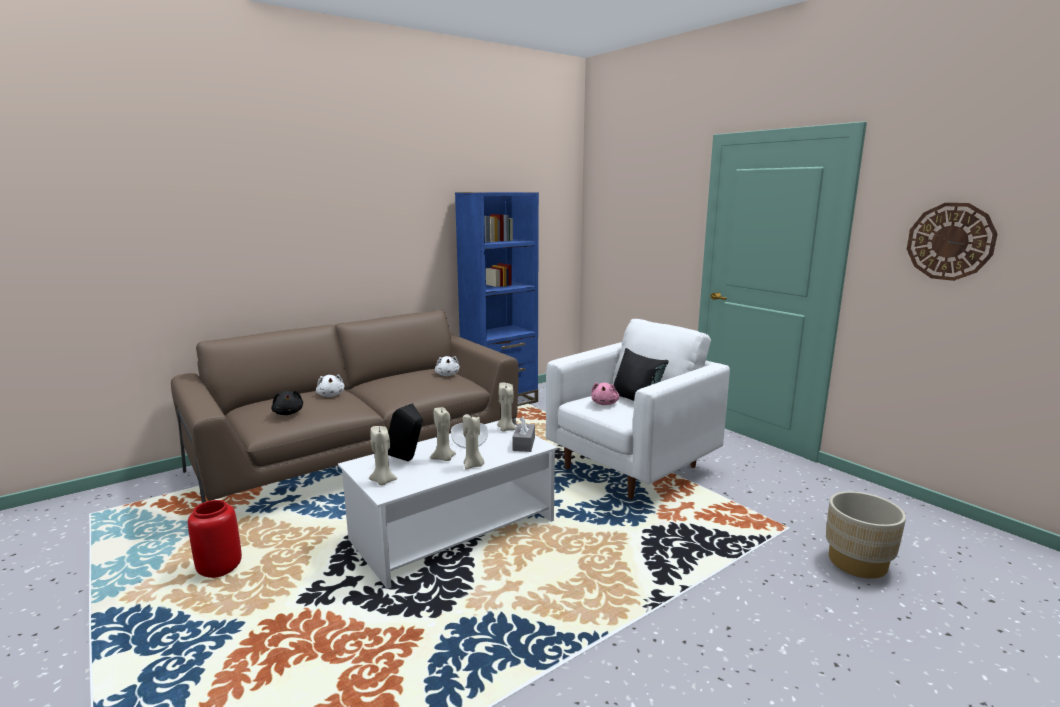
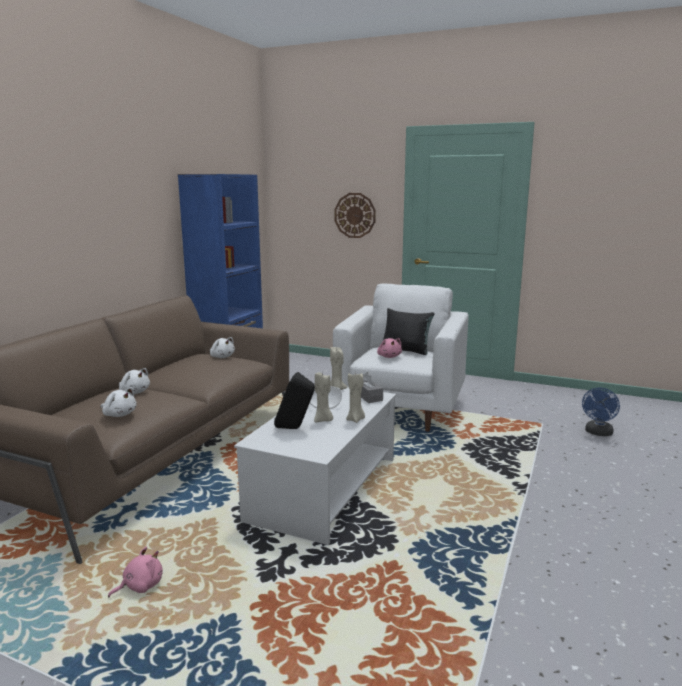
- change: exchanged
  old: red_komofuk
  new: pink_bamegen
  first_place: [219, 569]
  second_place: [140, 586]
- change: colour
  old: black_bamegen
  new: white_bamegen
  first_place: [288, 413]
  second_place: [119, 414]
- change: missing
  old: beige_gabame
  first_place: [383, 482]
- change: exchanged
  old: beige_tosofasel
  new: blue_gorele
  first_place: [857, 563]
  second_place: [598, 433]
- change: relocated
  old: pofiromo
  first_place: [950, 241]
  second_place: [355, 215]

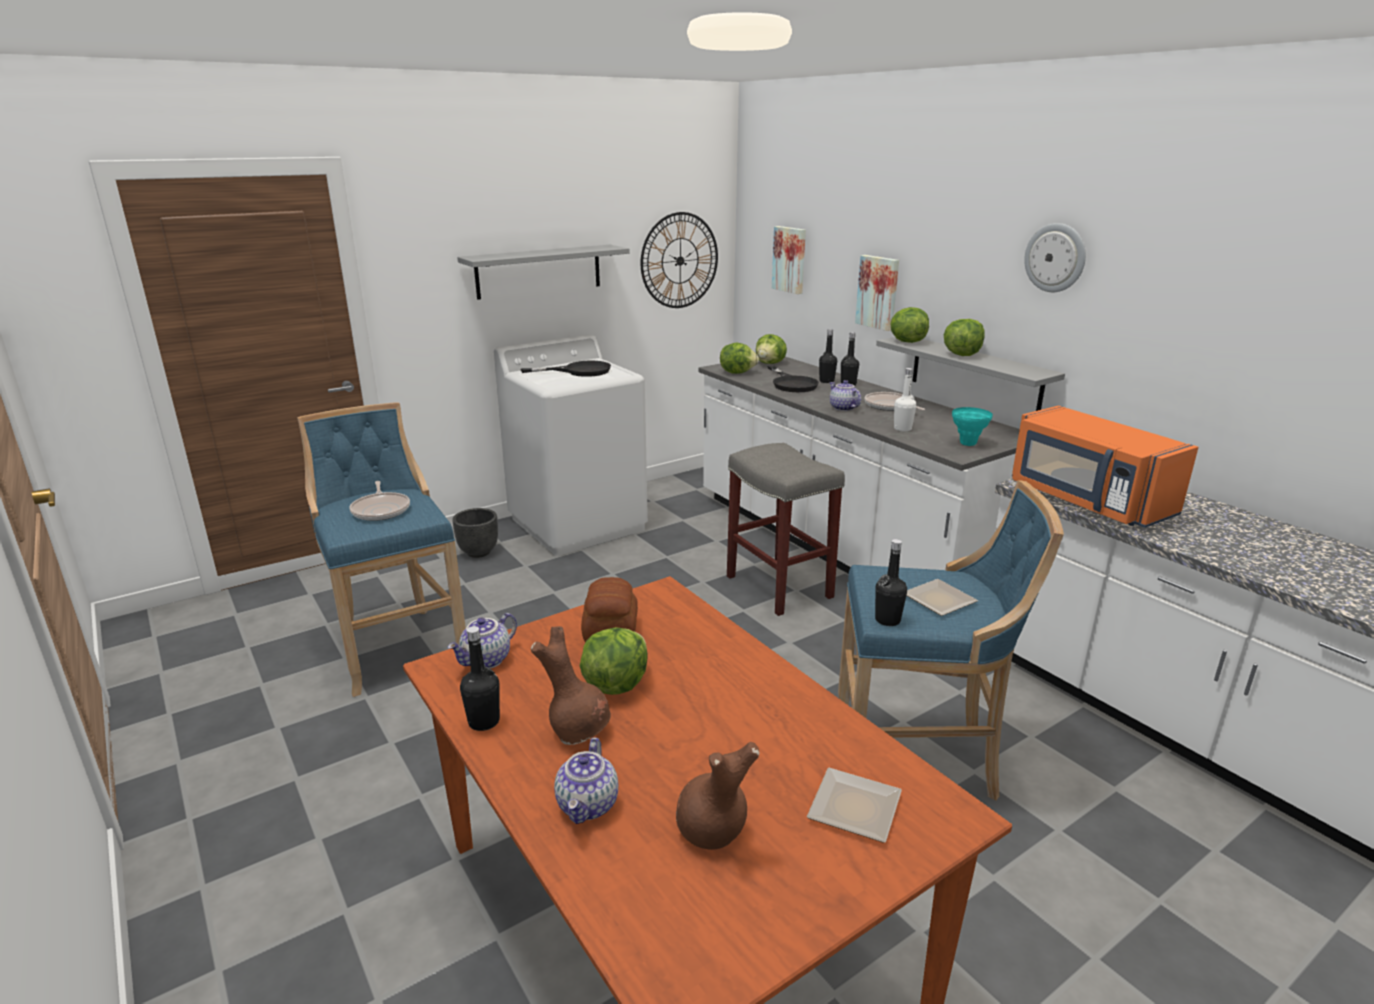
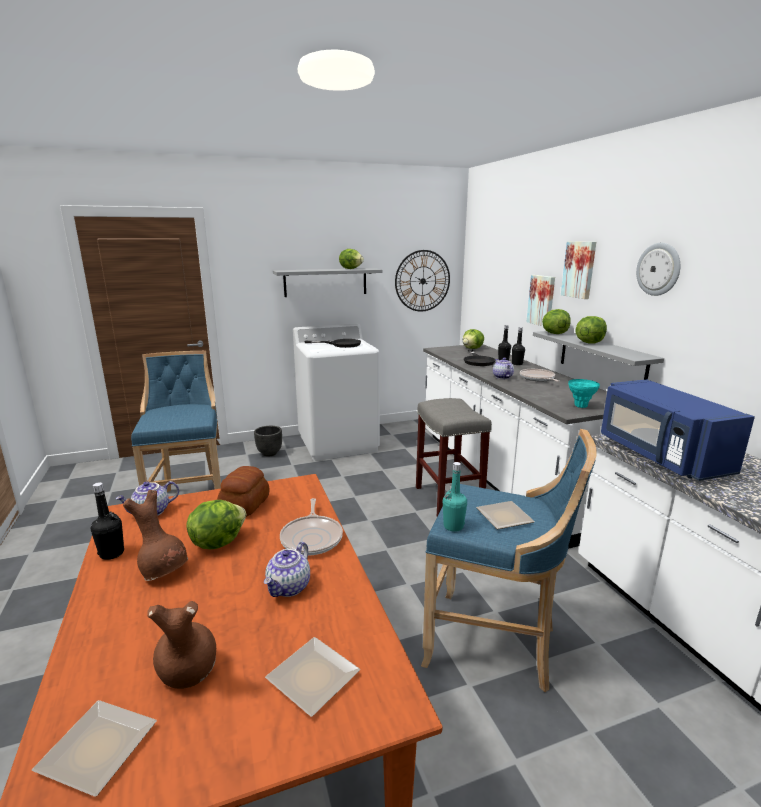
- change: relocated
  old: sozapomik
  first_place: [381, 510]
  second_place: [312, 537]
- change: relocated
  old: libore
  first_place: [588, 805]
  second_place: [289, 587]
- change: relocated
  old: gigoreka
  first_place: [737, 372]
  second_place: [351, 269]
- change: relocated
  old: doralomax
  first_place: [790, 259]
  second_place: [579, 269]
- change: colour
  old: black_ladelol
  new: turquoise_ladelol
  first_place: [887, 620]
  second_place: [453, 526]
- change: missing
  old: white_ladelol
  first_place: [902, 429]
- change: colour
  old: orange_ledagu
  new: blue_ledagu
  first_place: [1087, 501]
  second_place: [659, 455]
- change: appeared
  new: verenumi
  second_place: [94, 751]

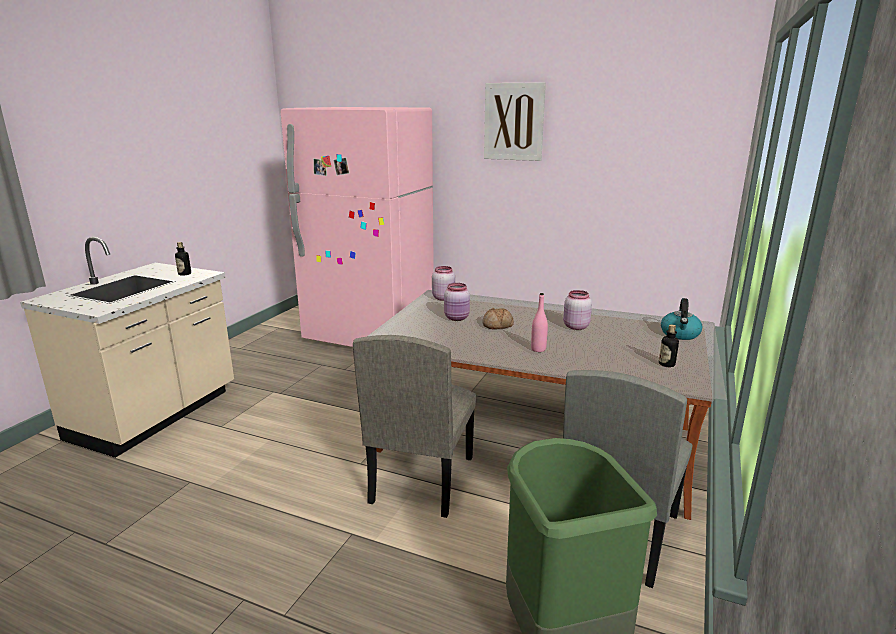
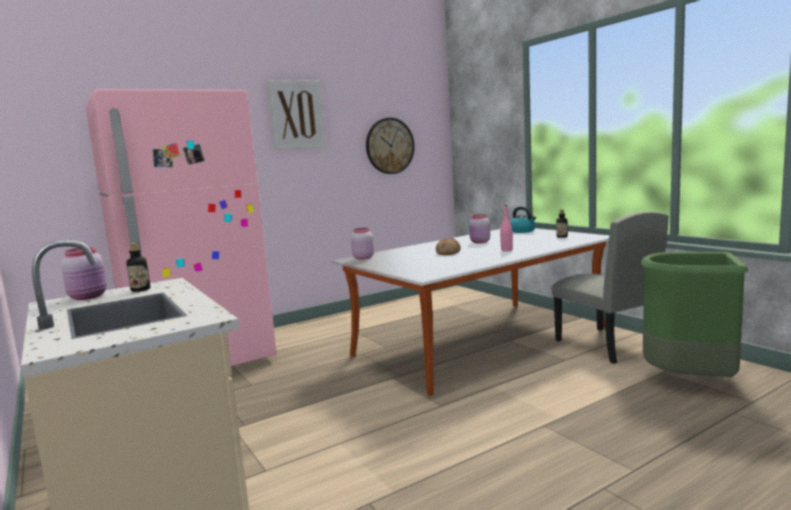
- change: missing
  old: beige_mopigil
  first_place: [421, 479]
- change: relocated
  old: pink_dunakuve
  first_place: [457, 318]
  second_place: [89, 296]
- change: appeared
  new: pofiromo
  second_place: [389, 146]

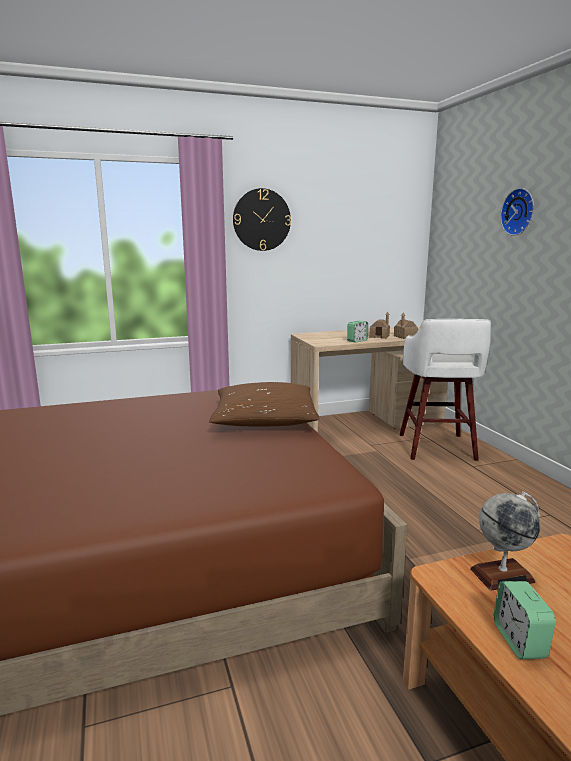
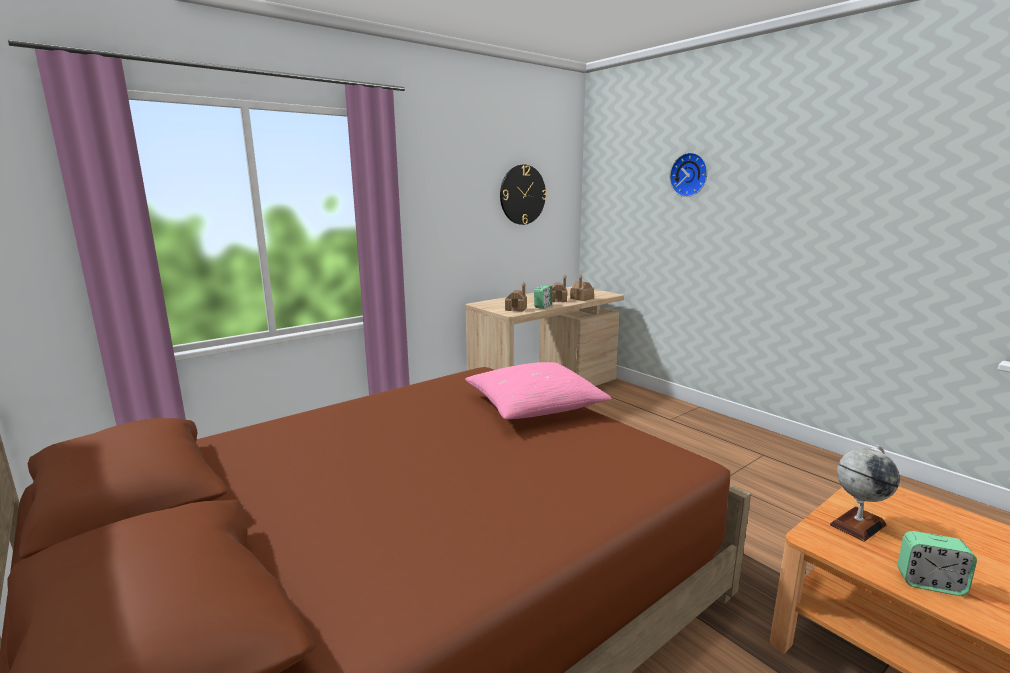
- change: colour
  old: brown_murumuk
  new: pink_murumuk
  first_place: [264, 419]
  second_place: [534, 405]
- change: relocated
  old: pofiromo
  first_place: [261, 220]
  second_place: [522, 195]
- change: missing
  old: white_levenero
  first_place: [437, 448]
- change: spun
  old: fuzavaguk
  first_place: [519, 641]
  second_place: [930, 583]
  degrees: -45
- change: appeared
  new: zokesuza
  second_place: [516, 309]

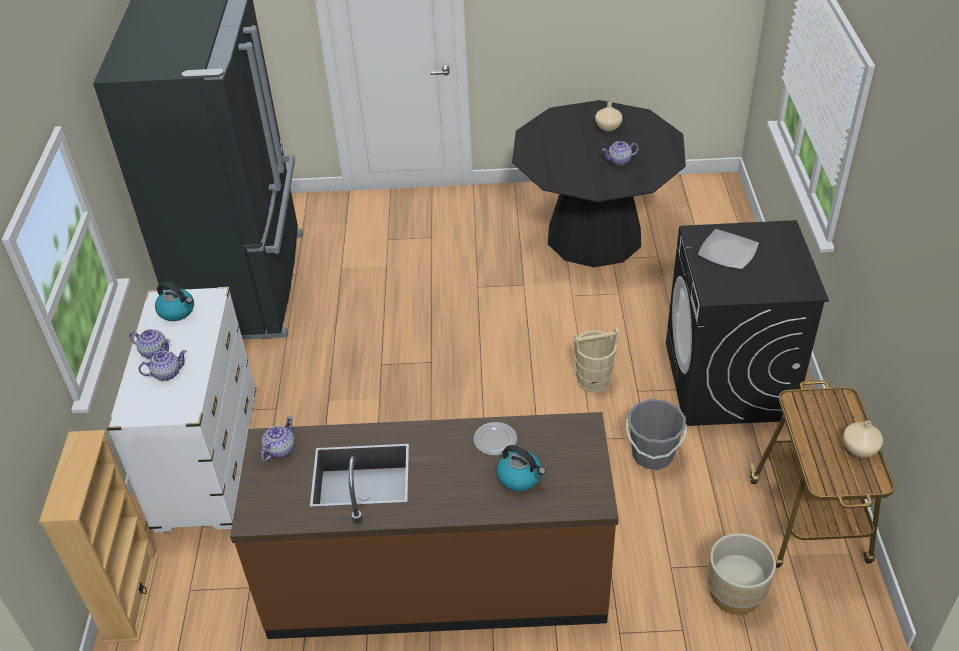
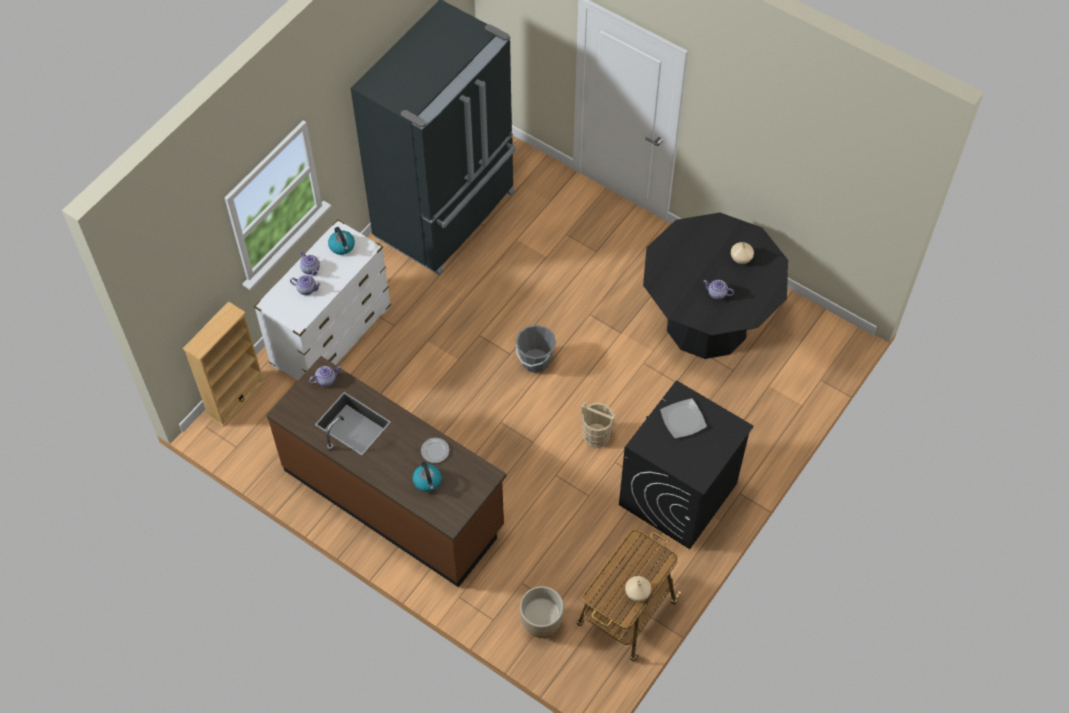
- change: relocated
  old: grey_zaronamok
  first_place: [652, 455]
  second_place: [535, 361]

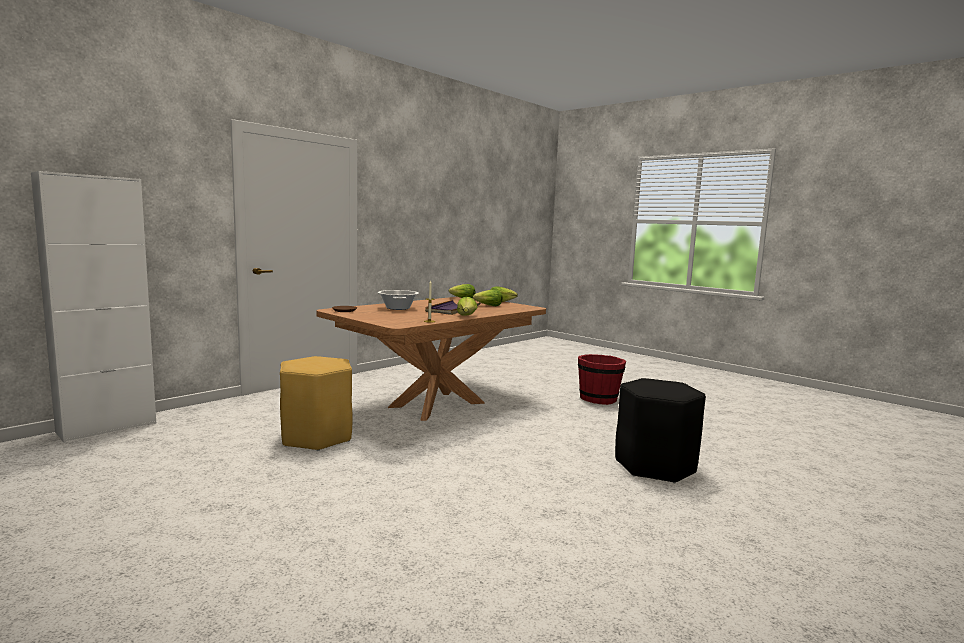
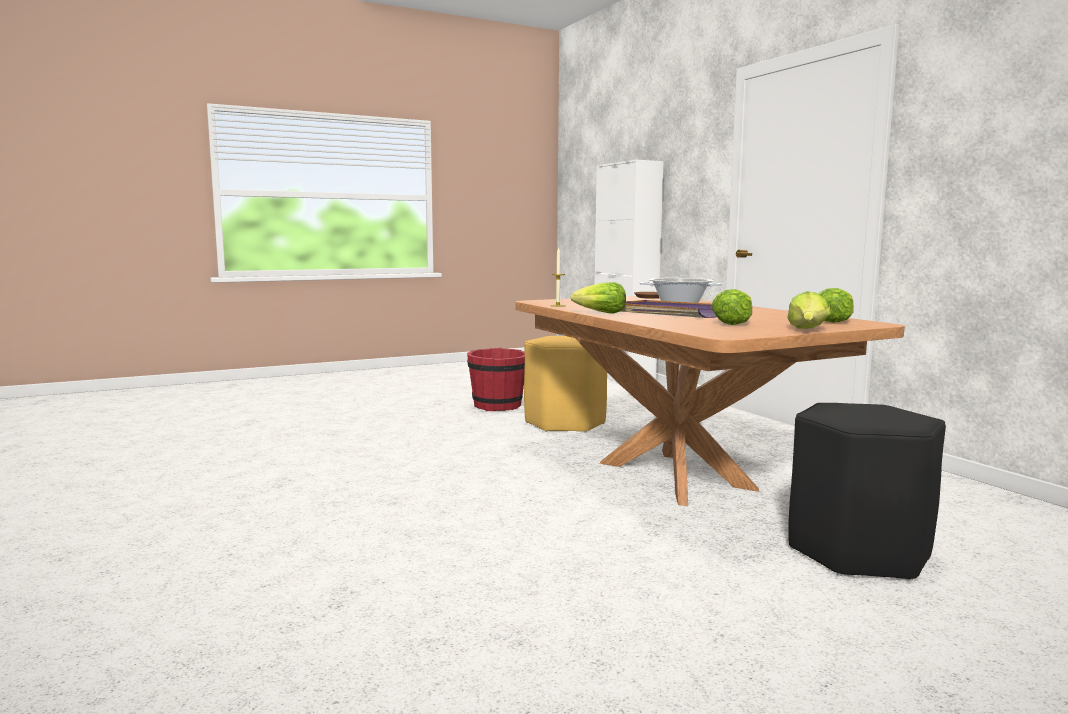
- change: relocated
  old: red_zaronamok
  first_place: [598, 399]
  second_place: [497, 406]
- change: relocated
  old: black_levenero
  first_place: [655, 466]
  second_place: [857, 552]

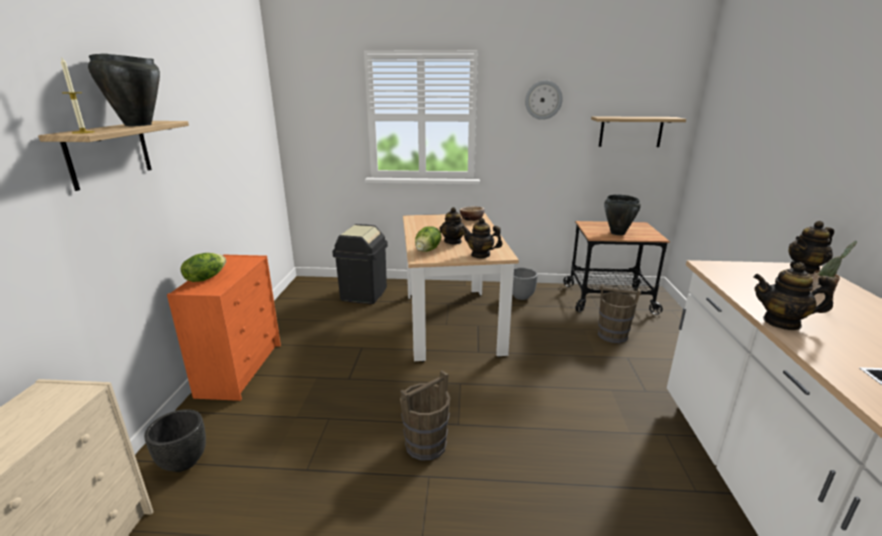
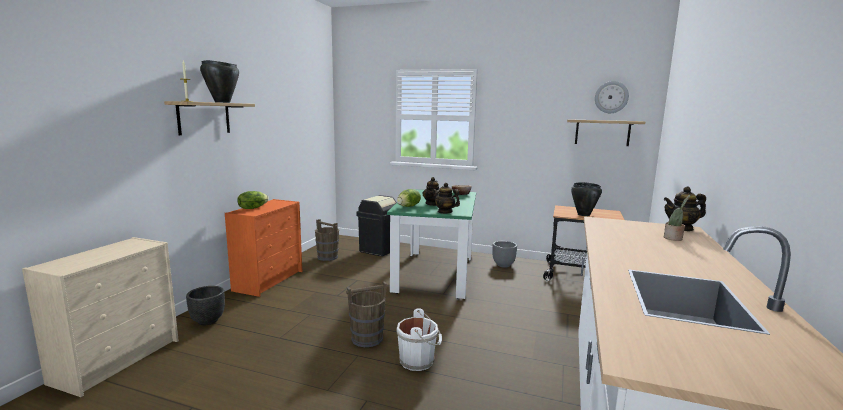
- change: colour
  old: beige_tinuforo
  new: green_tinuforo
  first_place: [451, 322]
  second_place: [434, 274]
- change: relocated
  old: pofiromo
  first_place: [543, 100]
  second_place: [611, 97]
- change: relocated
  old: brown_zaronamok
  first_place: [612, 335]
  second_place: [327, 257]
- change: missing
  old: libore
  first_place: [782, 322]
- change: appeared
  new: white_zaronamok
  second_place: [418, 361]

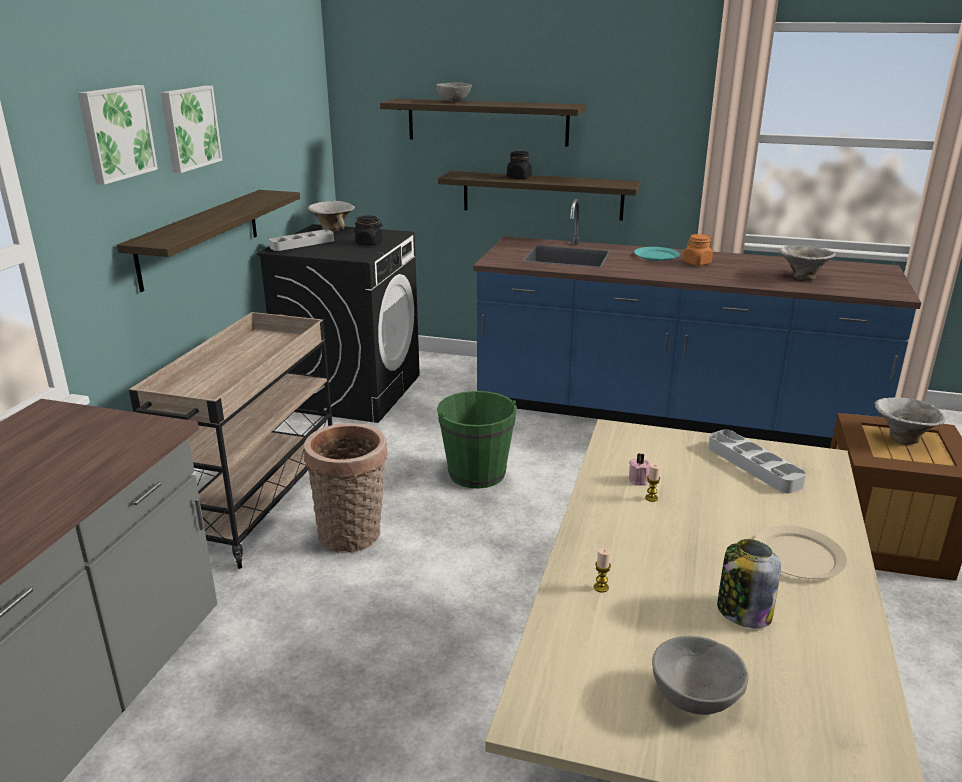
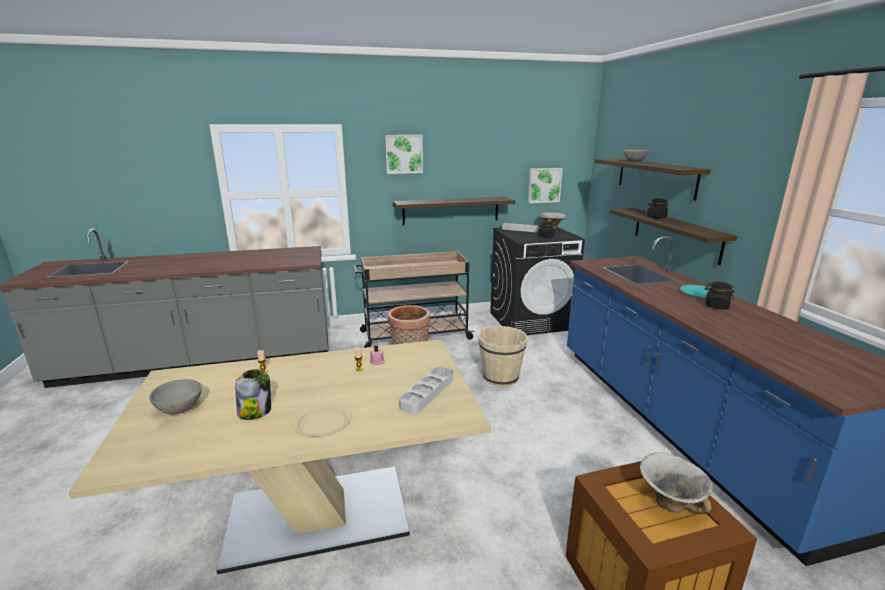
- change: relocated
  old: doralomax
  first_place: [189, 128]
  second_place: [544, 185]
- change: colour
  old: green_zaronamok
  new: beige_zaronamok
  first_place: [477, 473]
  second_place: [500, 377]
- change: colour
  old: orange_dunakuve
  new: black_dunakuve
  first_place: [696, 263]
  second_place: [716, 306]
- change: missing
  old: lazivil
  first_place: [802, 278]

